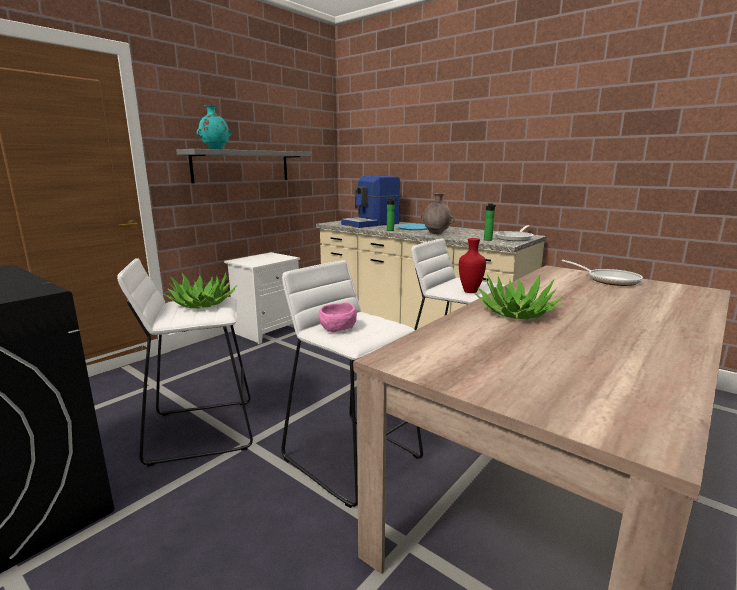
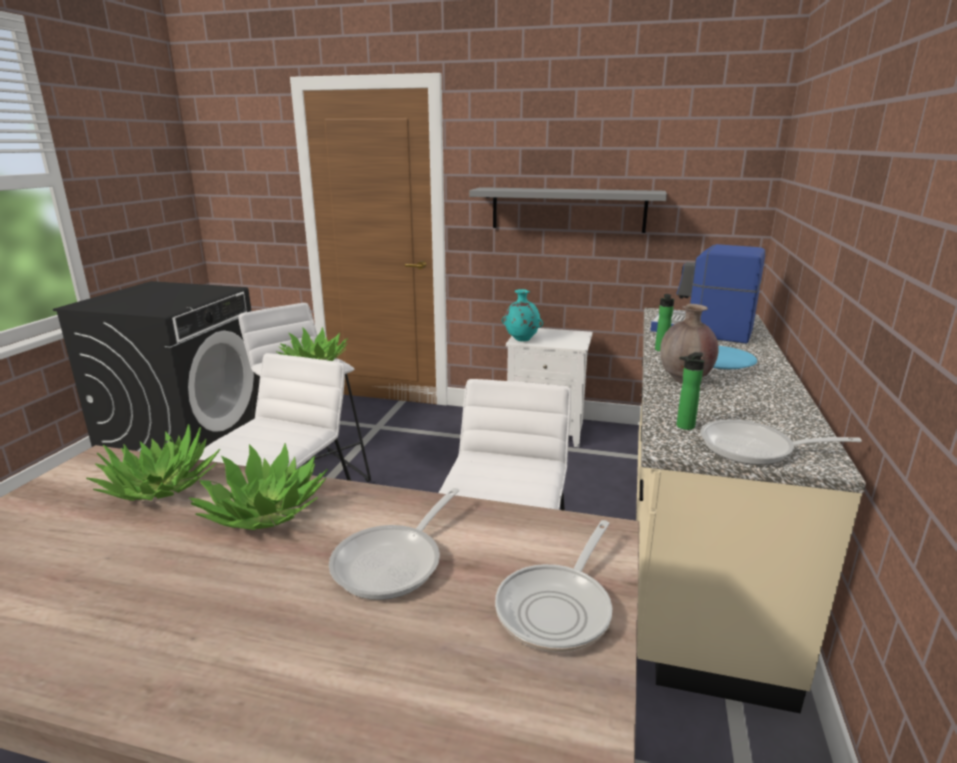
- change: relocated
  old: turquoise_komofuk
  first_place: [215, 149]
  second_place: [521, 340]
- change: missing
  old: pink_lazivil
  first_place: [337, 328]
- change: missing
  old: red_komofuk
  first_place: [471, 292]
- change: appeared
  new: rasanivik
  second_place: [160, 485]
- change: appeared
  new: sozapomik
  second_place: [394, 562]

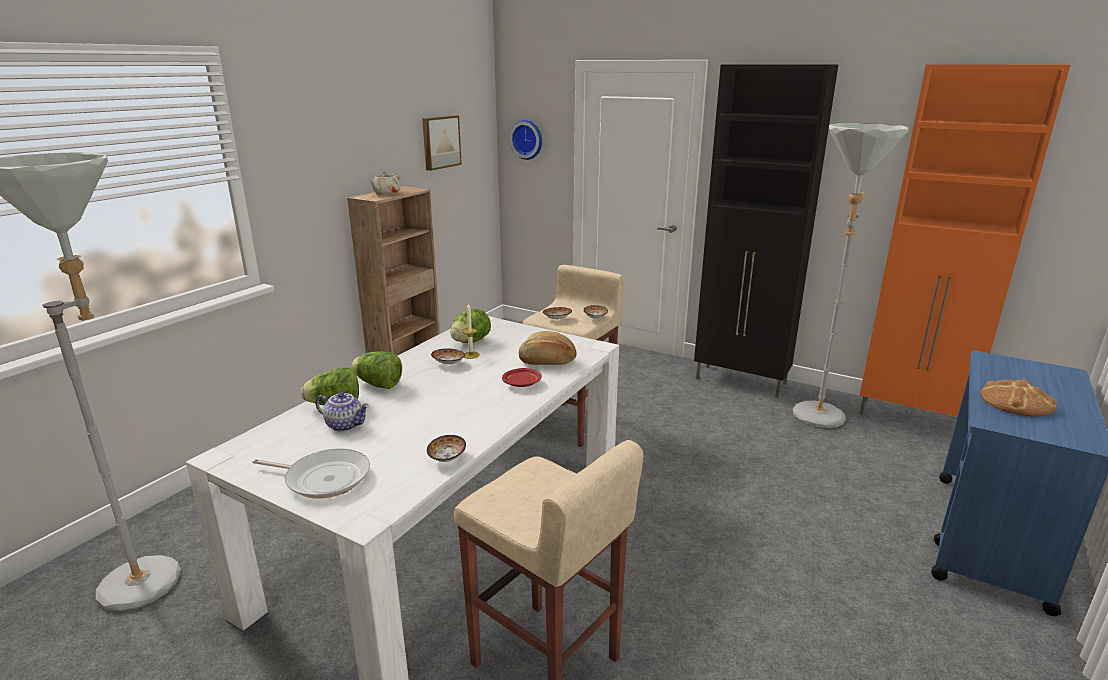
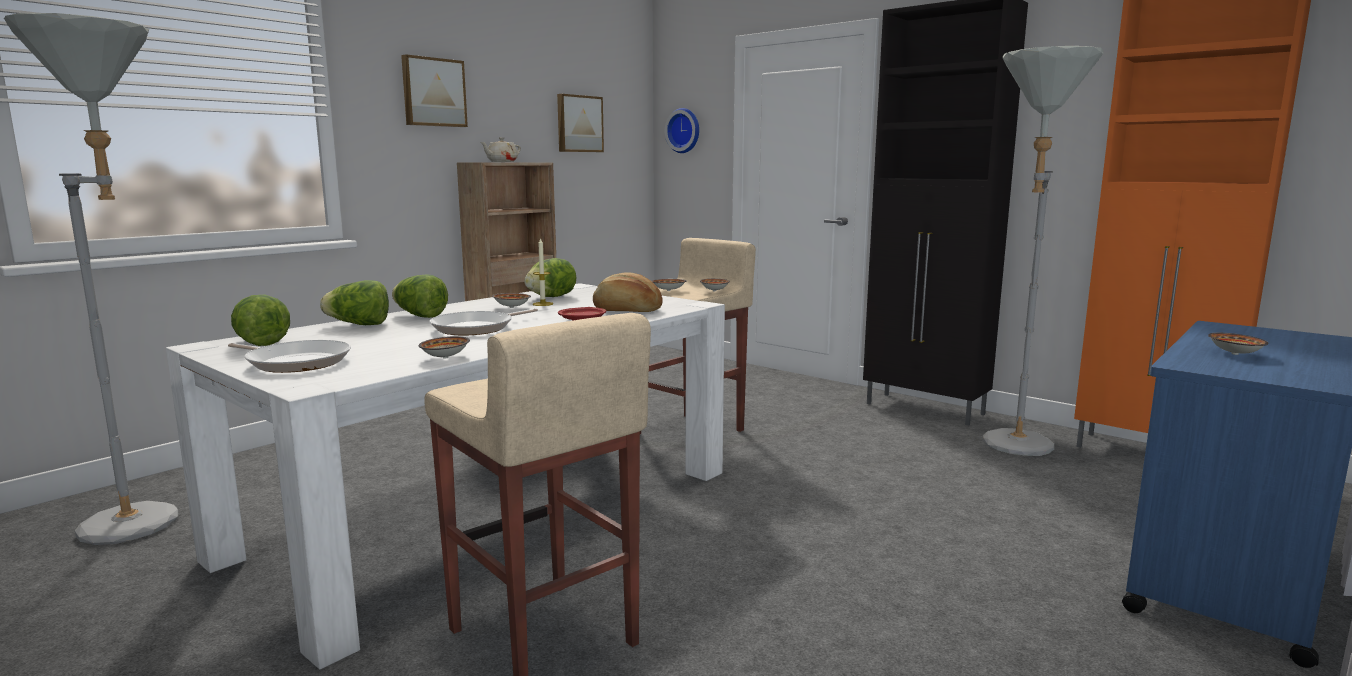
- change: missing
  old: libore
  first_place: [346, 425]
- change: exchanged
  old: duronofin
  new: lazivil
  first_place: [1015, 402]
  second_place: [1234, 354]
- change: appeared
  new: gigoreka
  second_place: [260, 342]
- change: appeared
  new: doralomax
  second_place: [433, 92]
- change: appeared
  new: sozapomik
  second_place: [477, 328]

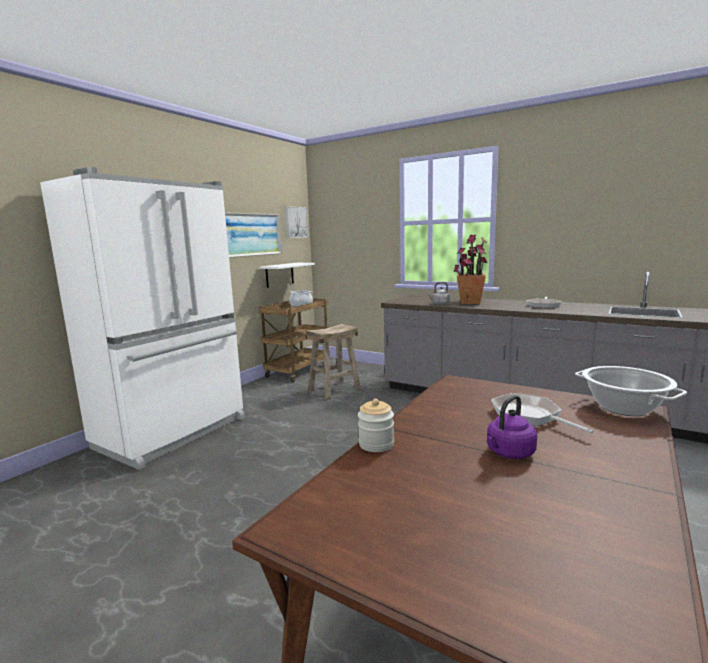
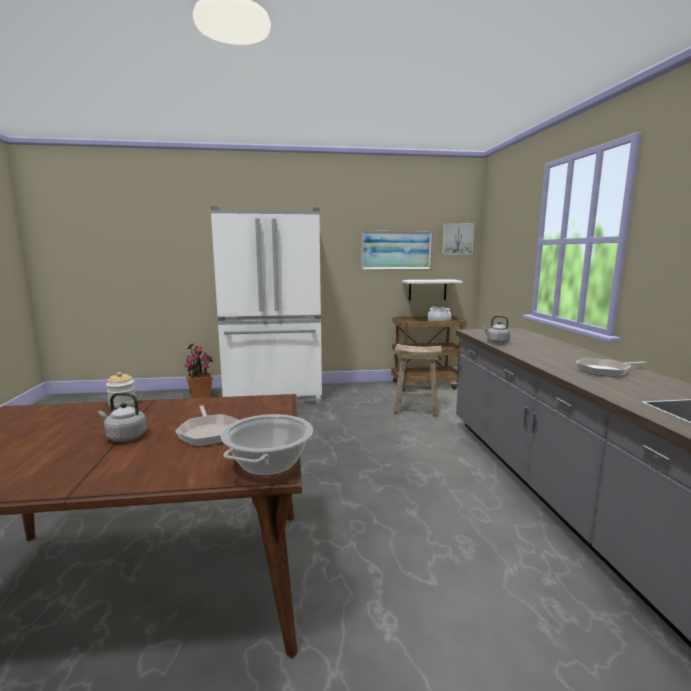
- change: relocated
  old: rasanivik
  first_place: [470, 302]
  second_place: [200, 397]
- change: colour
  old: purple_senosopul
  new: grey_senosopul
  first_place: [509, 453]
  second_place: [124, 437]
- change: spun
  old: sozapomik
  first_place: [529, 416]
  second_place: [209, 432]
  degrees: 135

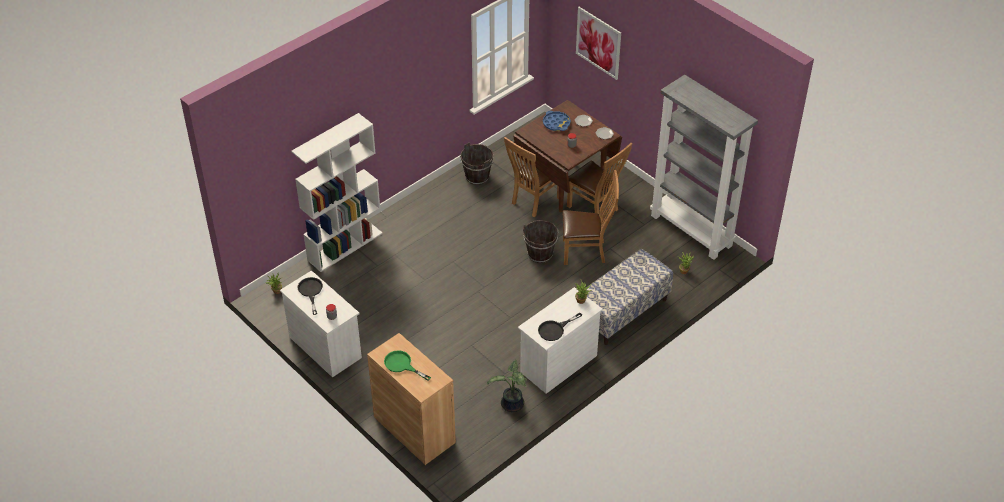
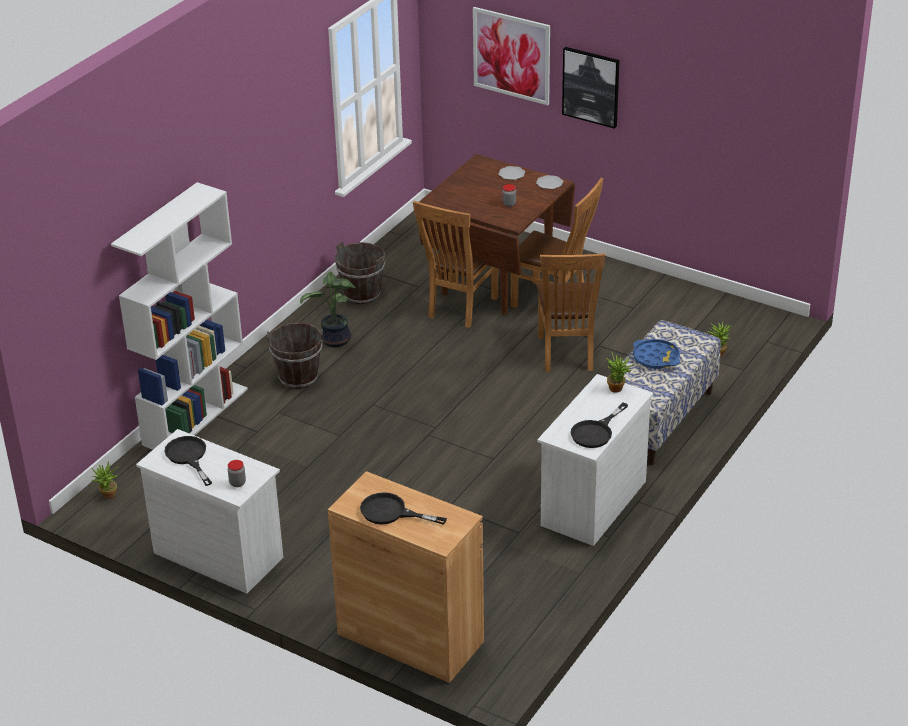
- change: colour
  old: green_sozapomik
  new: black_sozapomik
  first_place: [402, 365]
  second_place: [391, 512]
- change: relocated
  old: rasanivik
  first_place: [511, 405]
  second_place: [335, 341]
- change: relocated
  old: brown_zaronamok
  first_place: [540, 254]
  second_place: [298, 377]
- change: relocated
  old: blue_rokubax
  first_place: [556, 123]
  second_place: [656, 358]
- change: spun
  old: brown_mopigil
  first_place: [587, 251]
  second_place: [567, 355]
  degrees: 105
- change: missing
  old: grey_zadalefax
  first_place: [692, 230]
- change: appeared
  new: doralomax
  second_place: [591, 86]

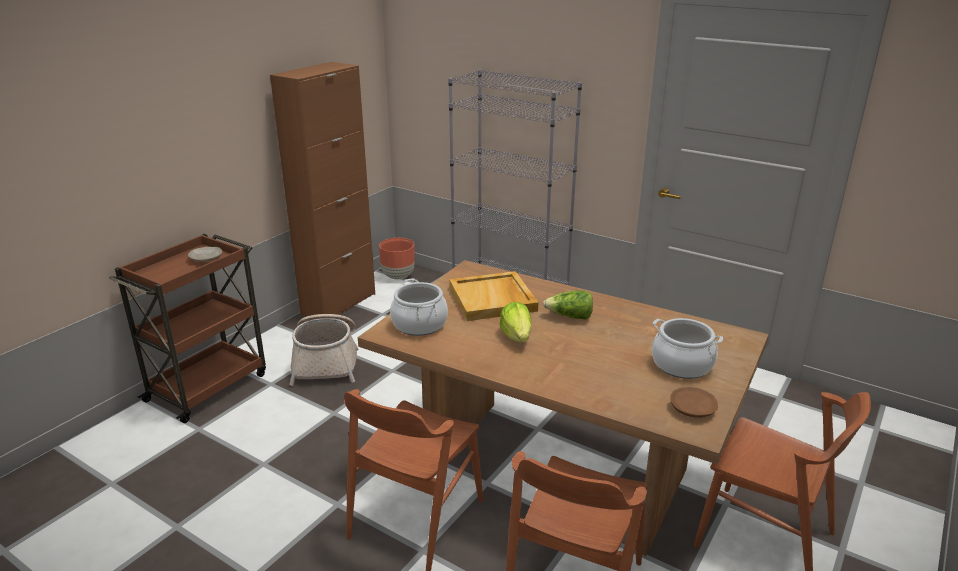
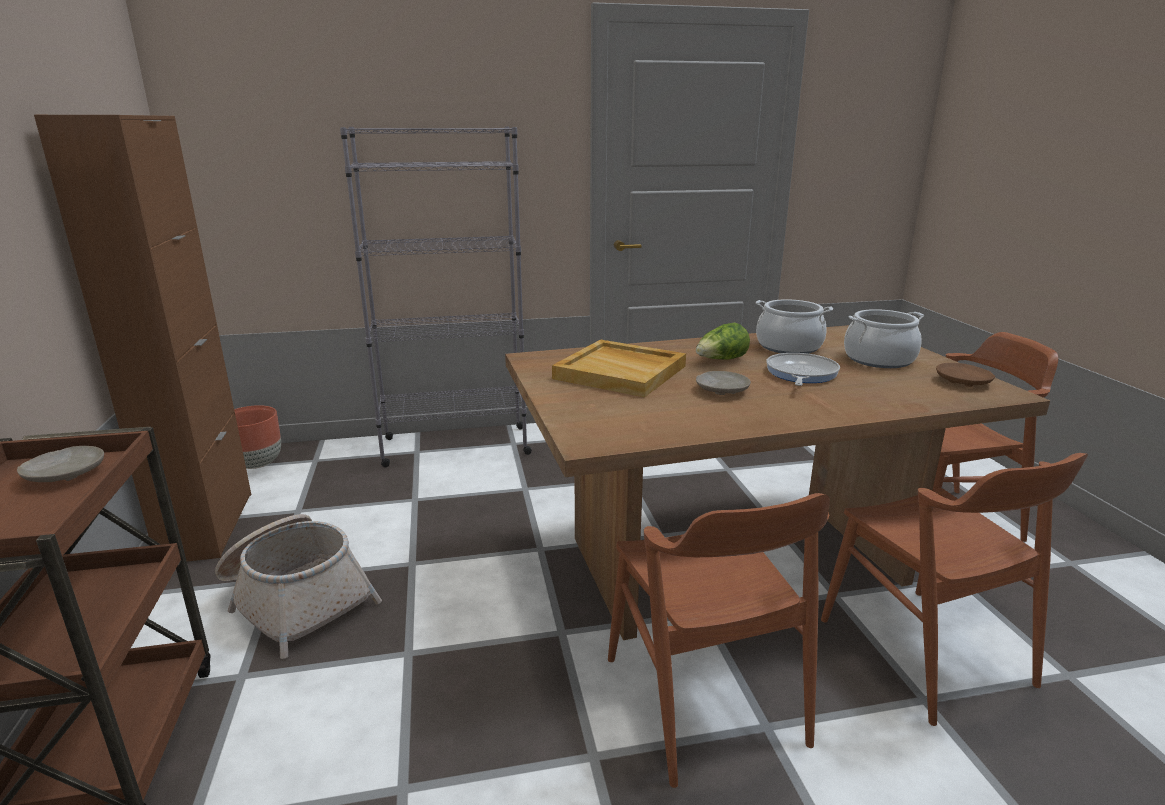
- change: relocated
  old: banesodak
  first_place: [419, 324]
  second_place: [789, 347]
- change: exchanged
  old: gigoreka
  new: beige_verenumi
  first_place: [517, 336]
  second_place: [722, 390]
- change: appeared
  new: sozapomik
  second_place: [800, 374]

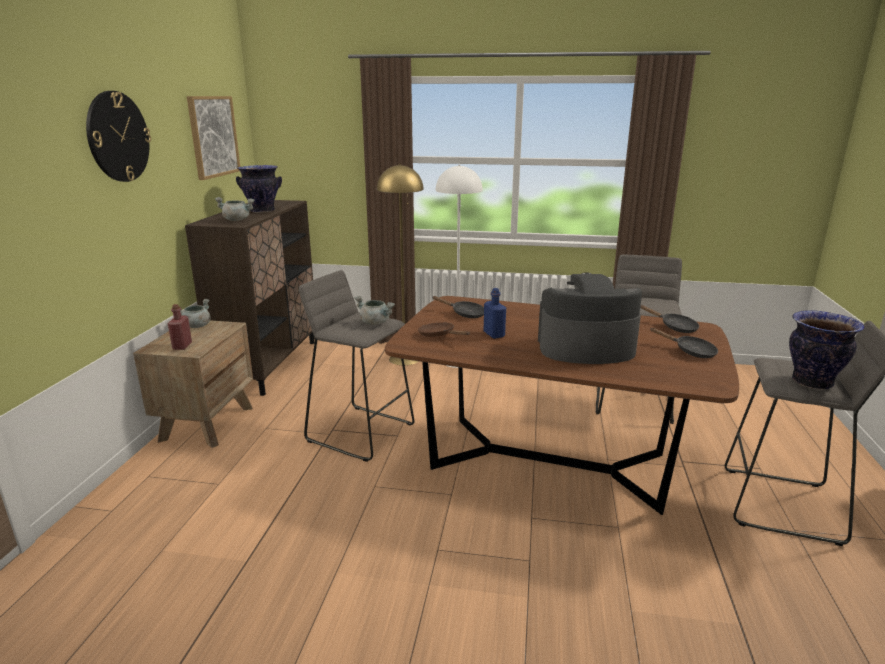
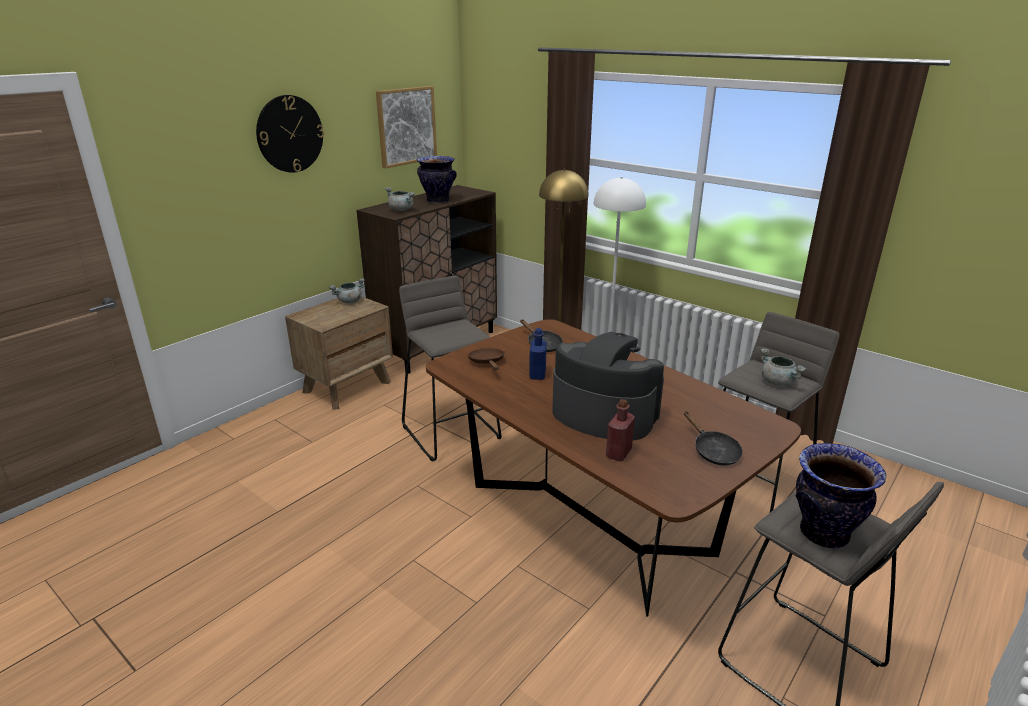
- change: relocated
  old: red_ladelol
  first_place: [182, 346]
  second_place: [618, 453]
- change: relocated
  old: grey_banesodak
  first_place: [376, 323]
  second_place: [778, 382]
- change: missing
  old: black_sozapomik
  first_place: [675, 327]

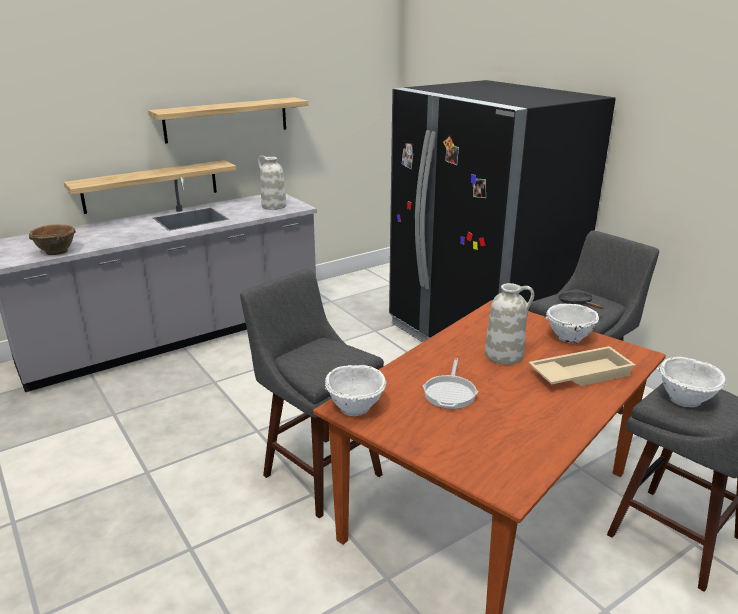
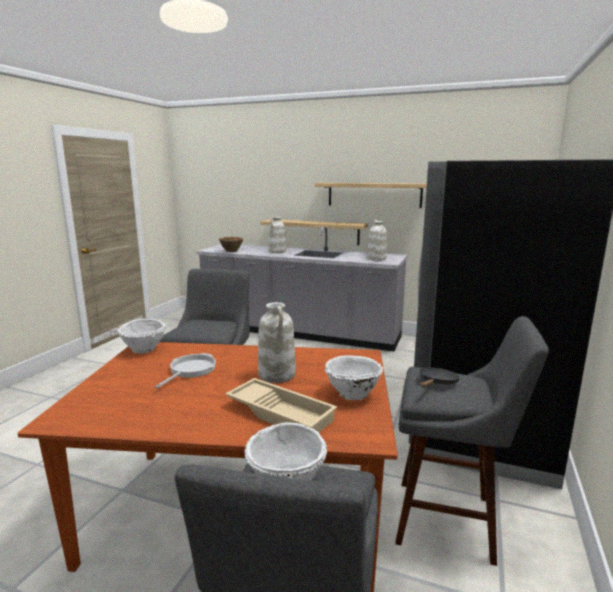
- change: spun
  old: sozapomik
  first_place: [450, 393]
  second_place: [190, 370]
  degrees: 135
- change: appeared
  new: white_komofuk
  second_place: [277, 251]

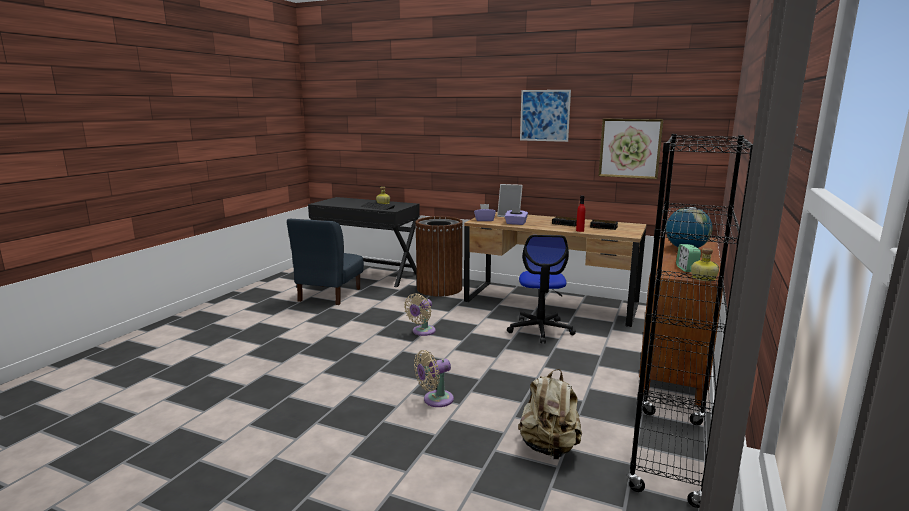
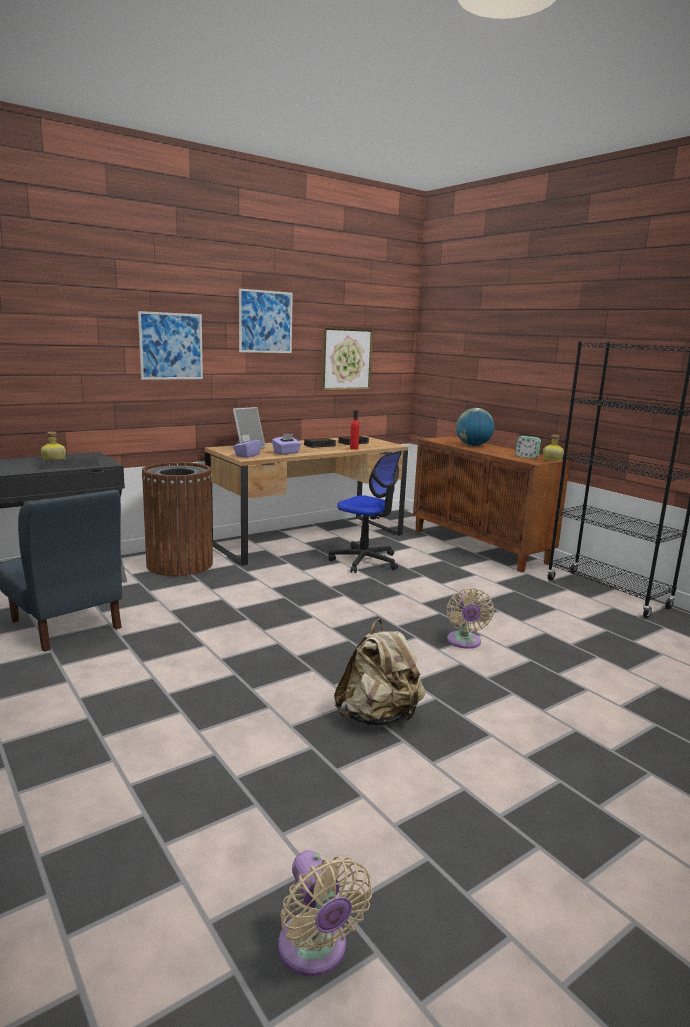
- change: relocated
  old: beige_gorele
  first_place: [422, 332]
  second_place: [315, 951]
- change: relocated
  old: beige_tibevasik
  first_place: [549, 448]
  second_place: [378, 717]
- change: appeared
  new: doralomax
  second_place: [171, 346]

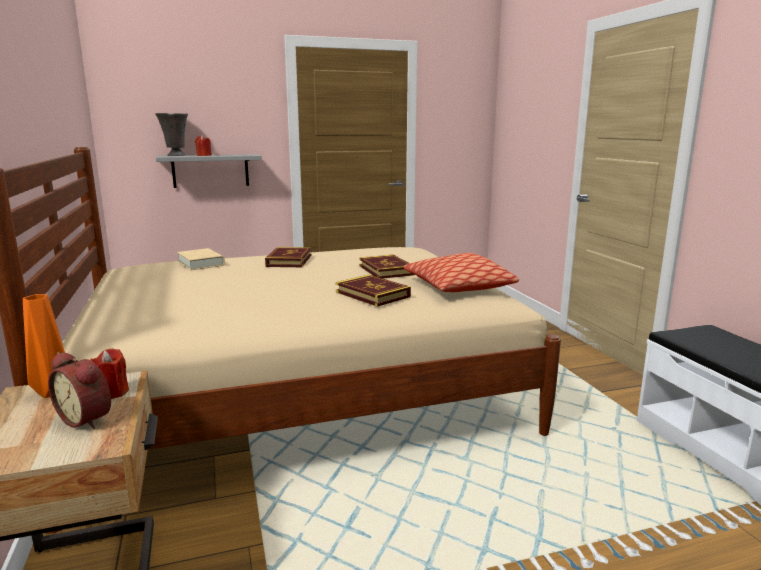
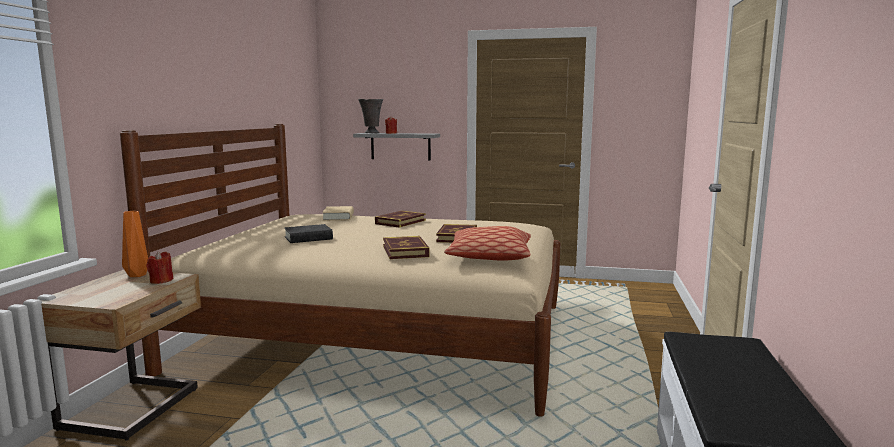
- change: missing
  old: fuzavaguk
  first_place: [88, 418]
- change: appeared
  new: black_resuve
  second_place: [308, 238]

